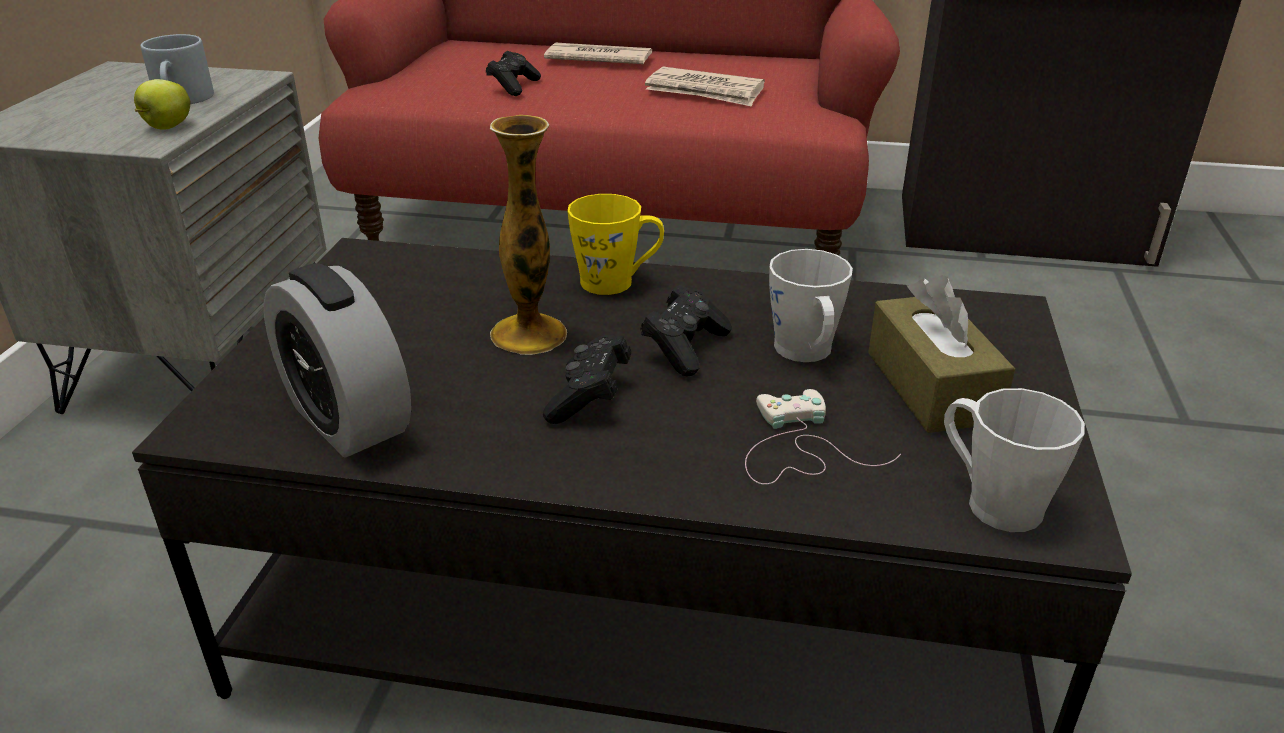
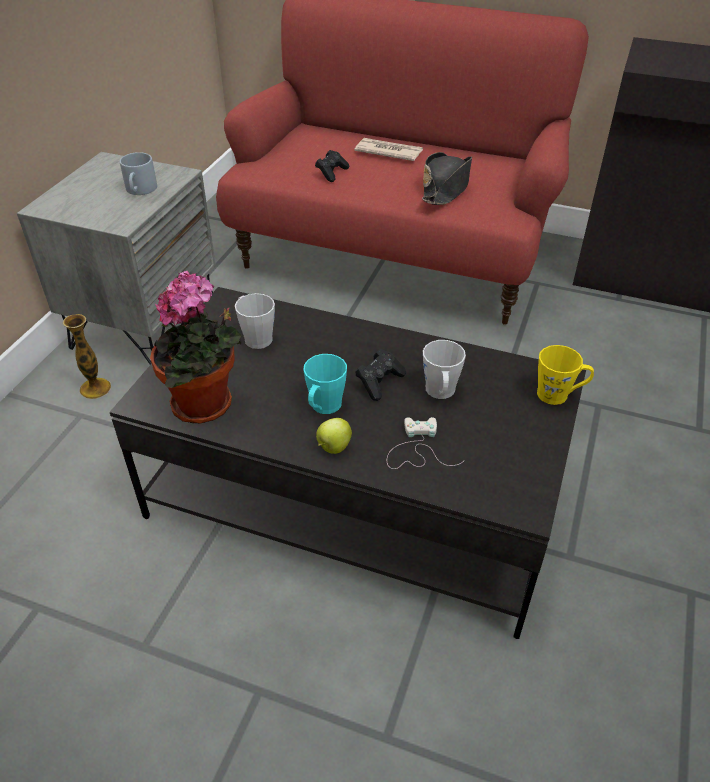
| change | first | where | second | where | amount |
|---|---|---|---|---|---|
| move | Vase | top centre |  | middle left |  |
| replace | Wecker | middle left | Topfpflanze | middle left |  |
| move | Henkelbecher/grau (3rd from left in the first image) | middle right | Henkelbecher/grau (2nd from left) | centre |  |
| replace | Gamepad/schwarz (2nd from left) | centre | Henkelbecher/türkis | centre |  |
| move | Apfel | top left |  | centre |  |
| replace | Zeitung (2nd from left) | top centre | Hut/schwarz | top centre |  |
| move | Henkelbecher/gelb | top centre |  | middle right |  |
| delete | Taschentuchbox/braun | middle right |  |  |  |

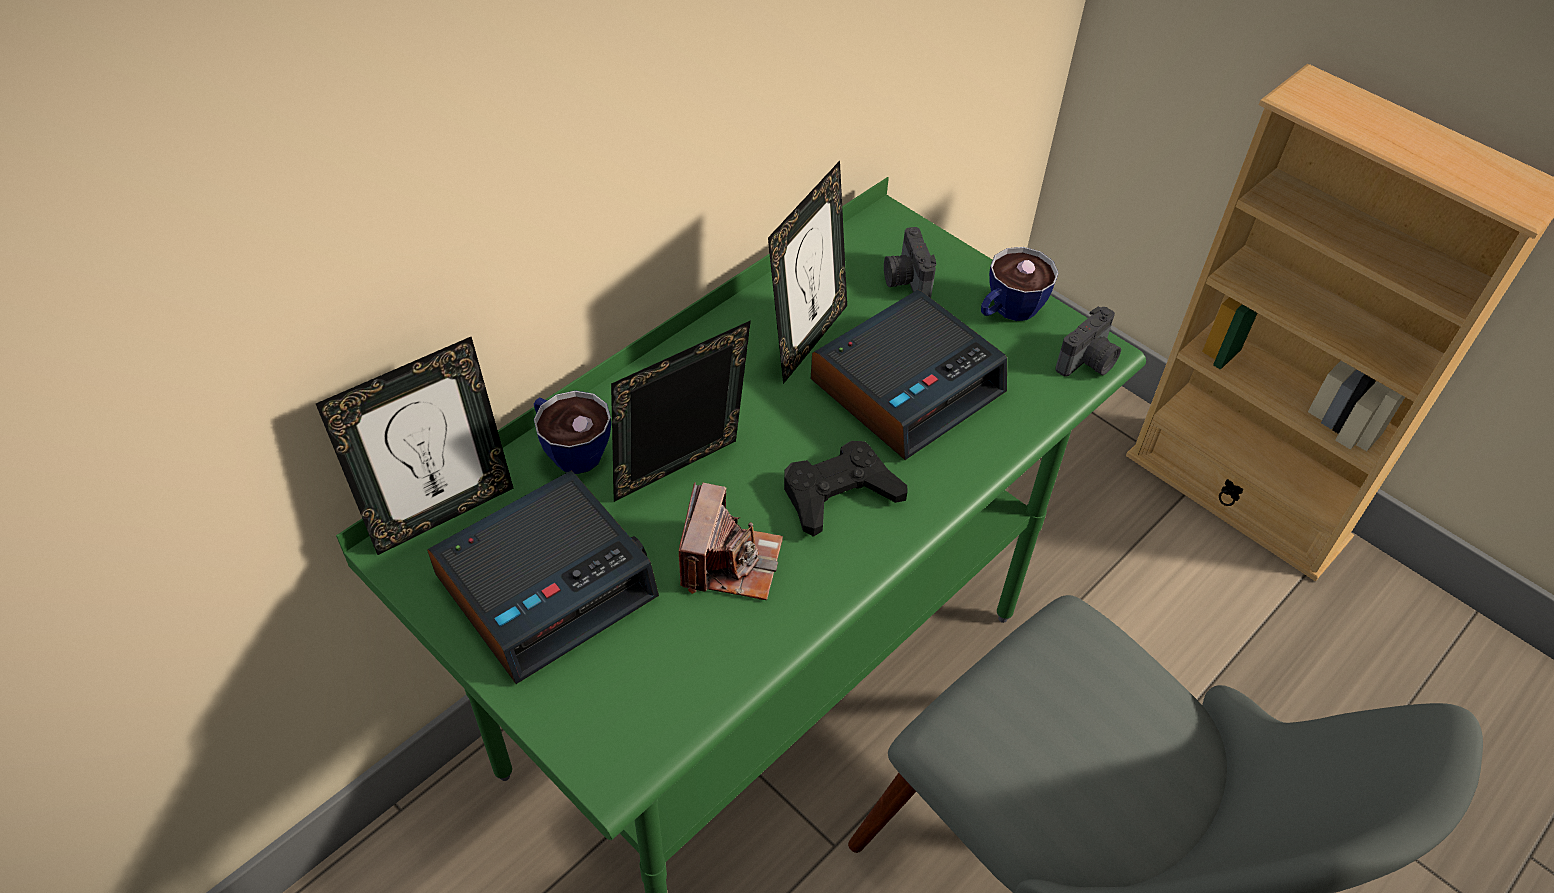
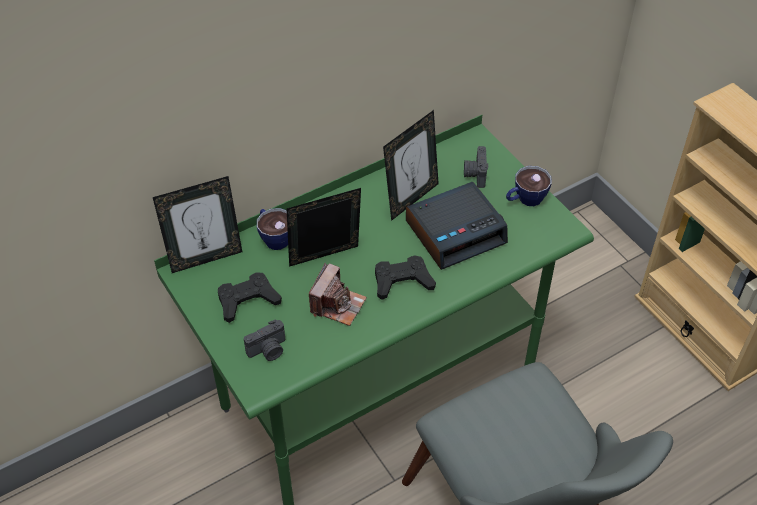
| change | first | where | second | where | amount |
|---|---|---|---|---|---|
| replace | Wecker (1st from left) | centre | Gamepad/schwarz (1st from left) | middle left |  |
| move | Kamera (3rd from left in the first image) | middle right | Kamera (1st from left) | bottom centre |  |

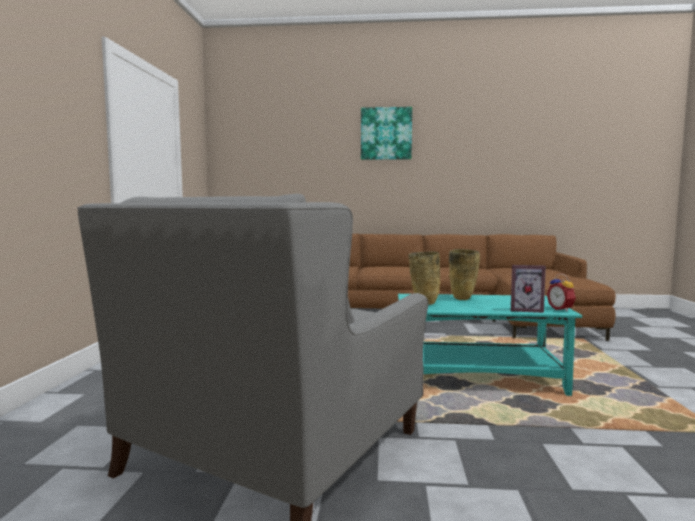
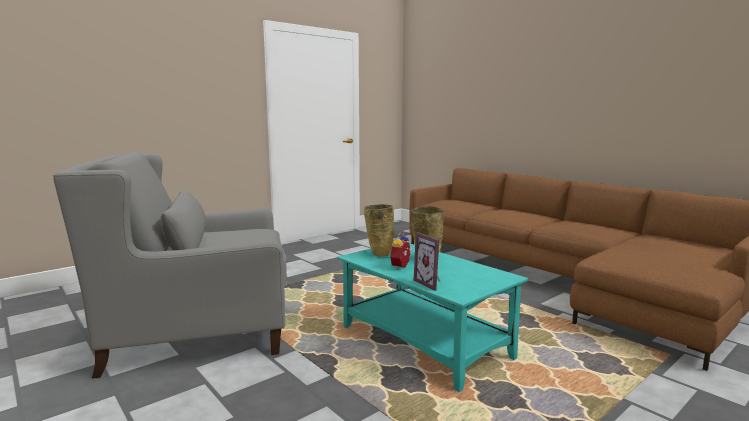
| change | first | where | second | where | amount |
|---|---|---|---|---|---|
| move | Wecker | middle right |  | centre |  |
| delete | Bild | top centre |  |  |  |

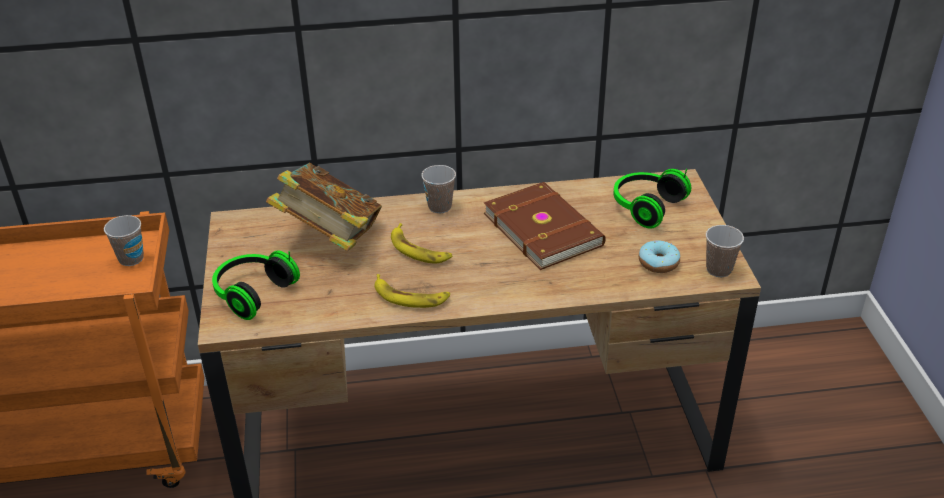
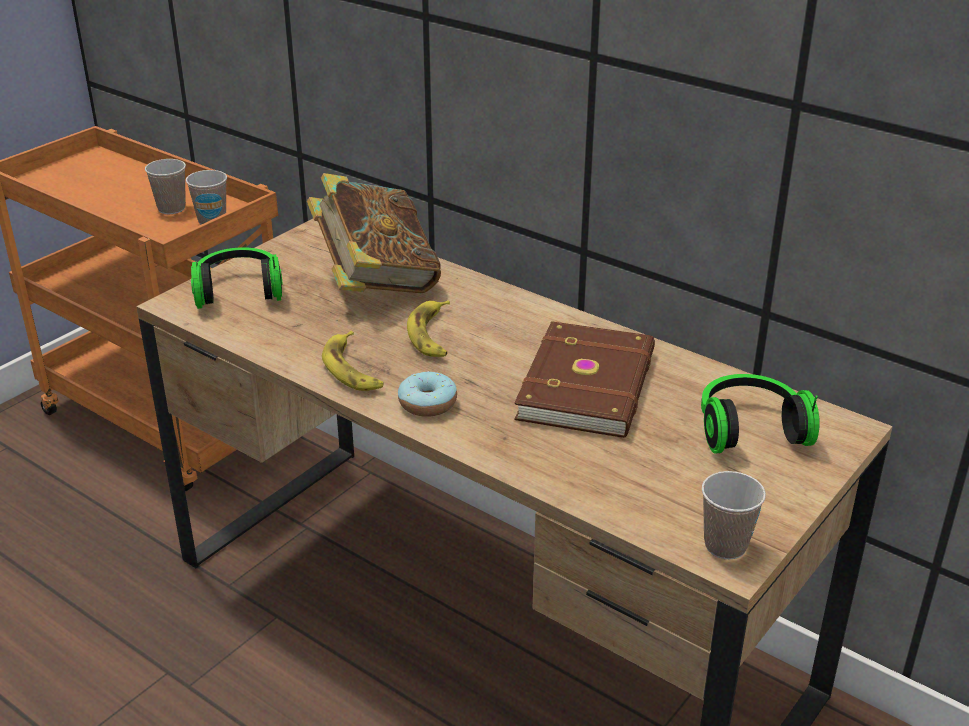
| change | first | where | second | where | amount |
|---|---|---|---|---|---|
| move | Tasse (2nd from left in the first image) | centre | Tasse (1st from left) | top left |  |
| move | Donut | middle right |  | centre |  |

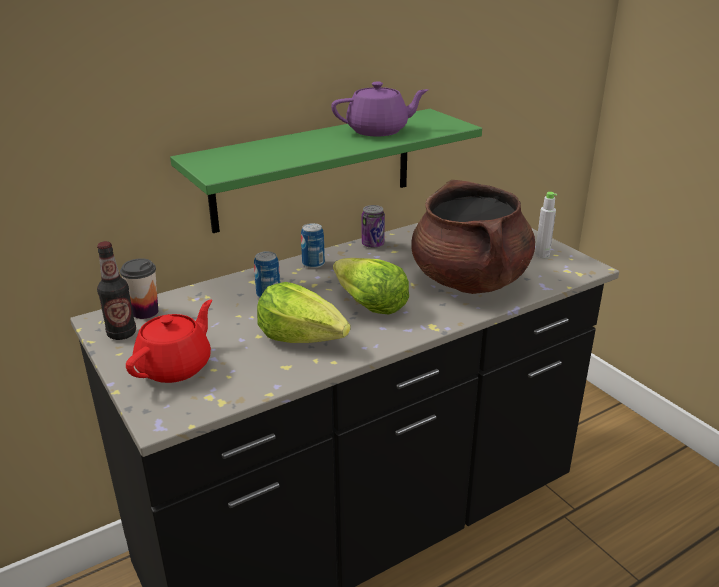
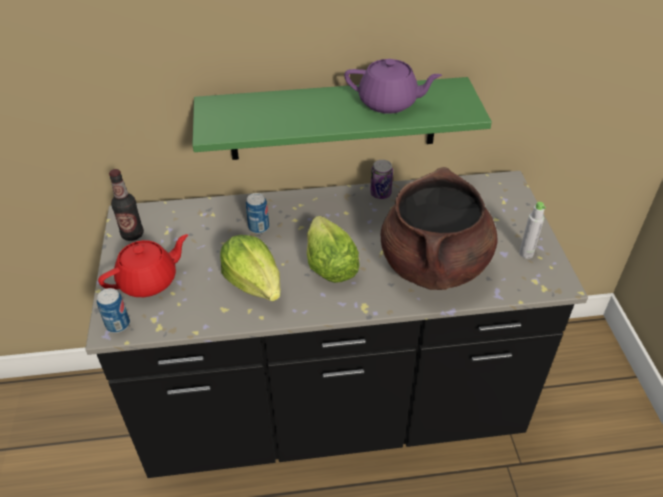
| change | first | where | second | where | amount |
|---|---|---|---|---|---|
| move | Dose (2nd from left in the first image) | centre | Dose (1st from left) | middle left |  |
| delete | Tasse | middle left |  |  |  |

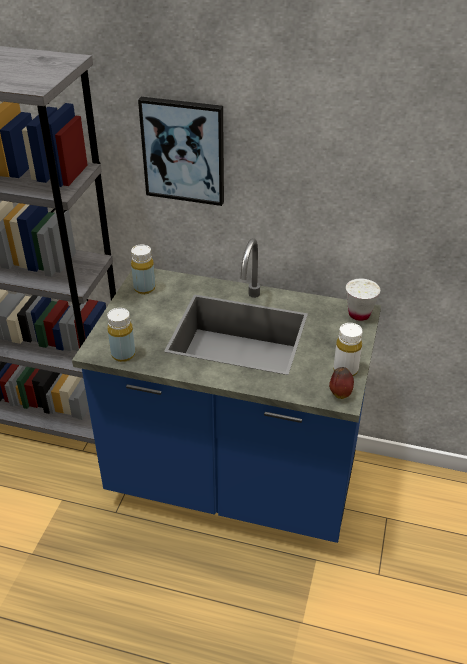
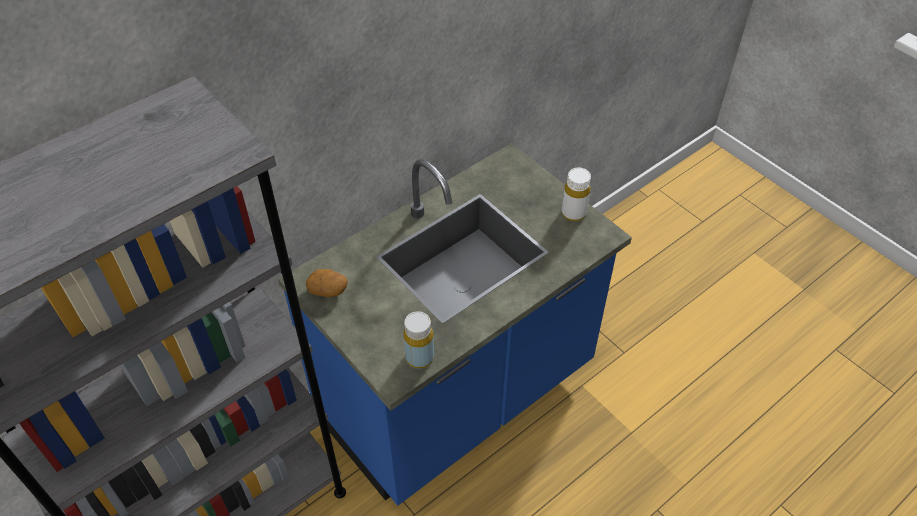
| change | first | where | second | where | amount |
|---|---|---|---|---|---|
| replace | Flasche/gelb (2nd from left) | middle left | Kartoffel | centre |  |
| delete | Bild | top centre |  |  |  |
| delete | Apfel | middle right |  |  |  |
| delete | Tasse/weiß | middle right |  |  |  |

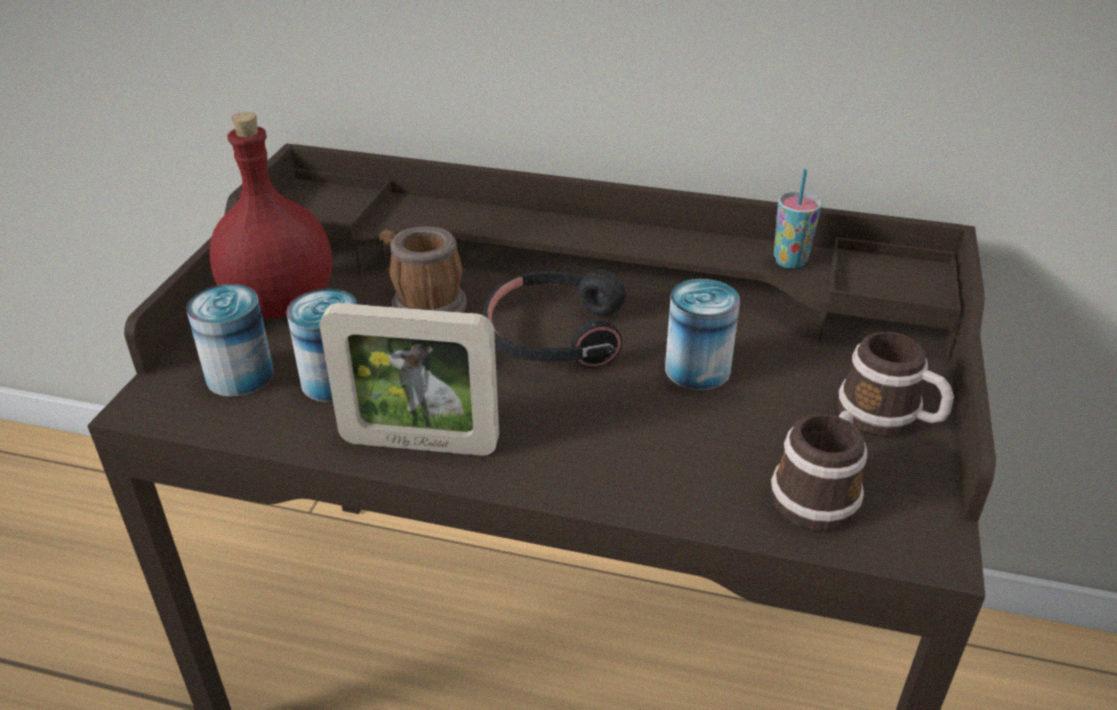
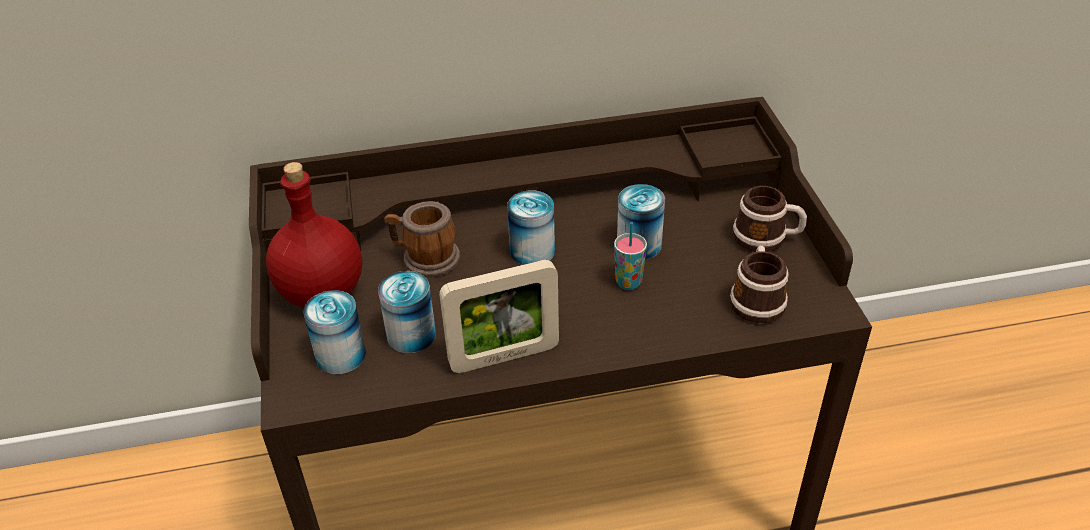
| change | first | where | second | where | amount |
|---|---|---|---|---|---|
| replace | Kopfhörer/schwarz | centre | Dose (3rd from left) | centre |  |
| move | Tasse | top right |  | centre |  |

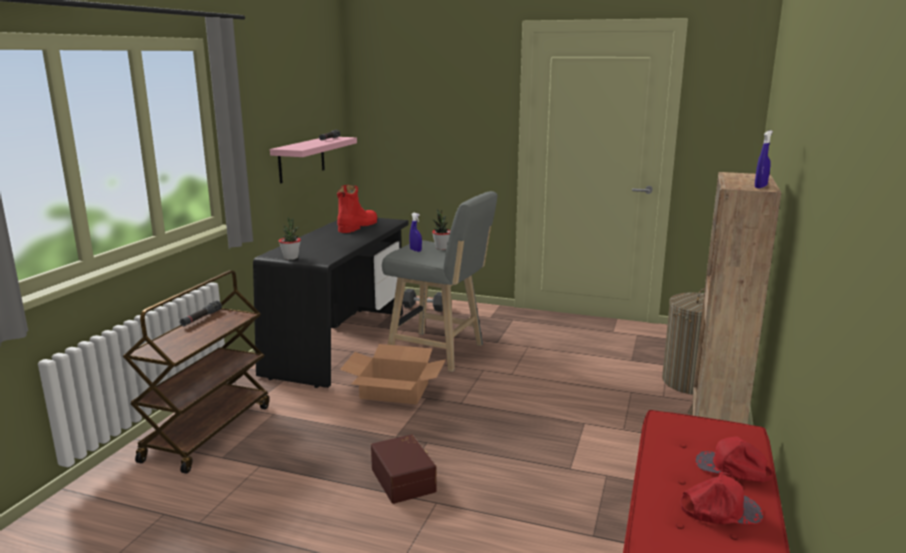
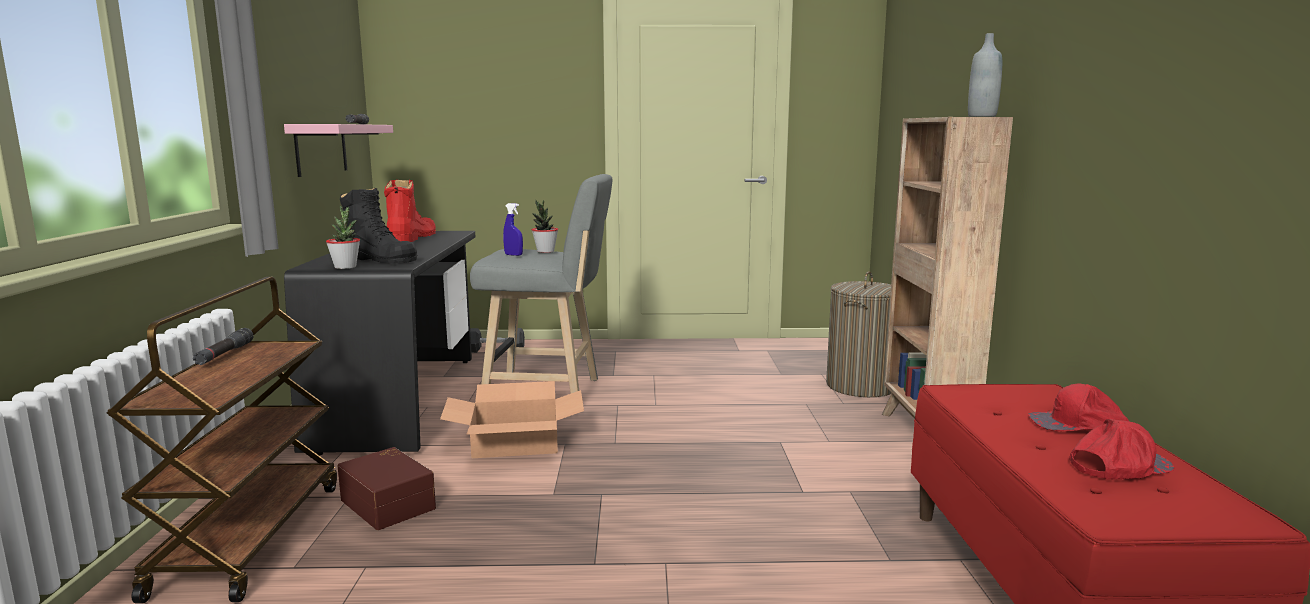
| change | first | where | second | where | amount |
|---|---|---|---|---|---|
| move | Aufbewahrungsbox/braun | bottom centre |  | bottom left |  |
| insert |  |  | Stiefel/schwarz | middle left |  |
| replace | Sprühflasche/blau (2nd from left) | top right | Flasche/grau | top right |  |

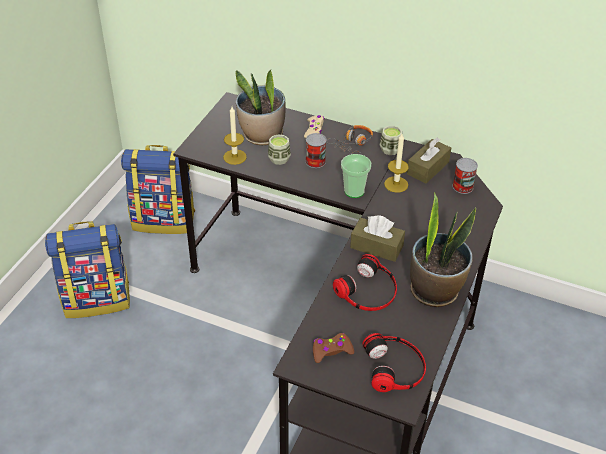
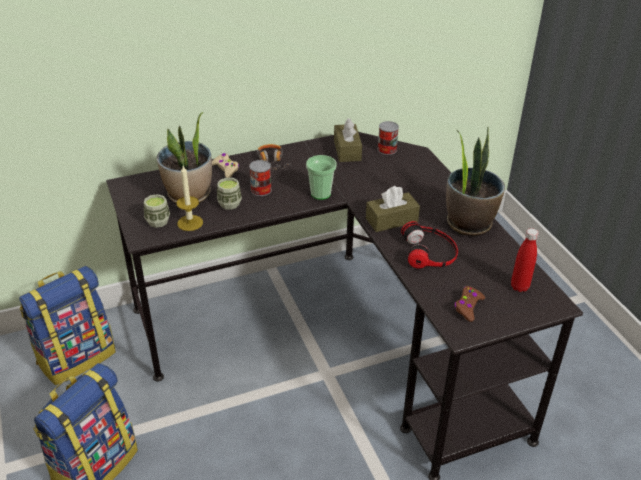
| change | first | where | second | where | amount |
|---|---|---|---|---|---|
| move | Tasse (3rd from left in the first image) | top centre | Tasse (1st from left) | middle left |  |
| replace | Kopfhörer (3rd from left) | bottom centre | Flasche/rot | middle right |  |
| delete | Kerze (2nd from left) | centre |  |  |  |

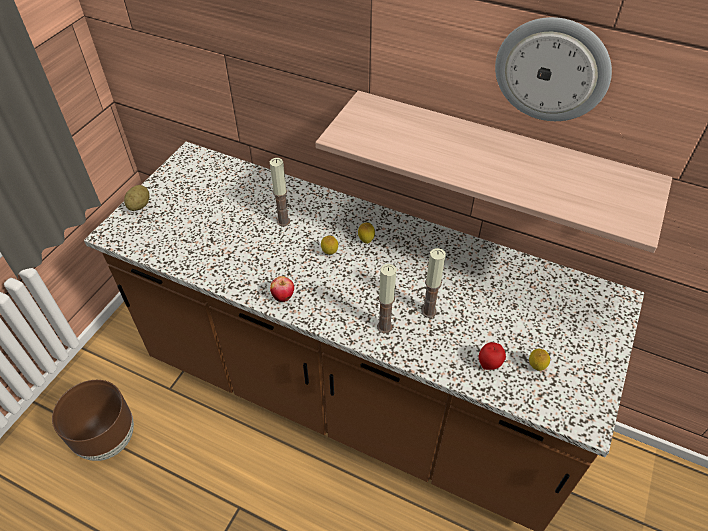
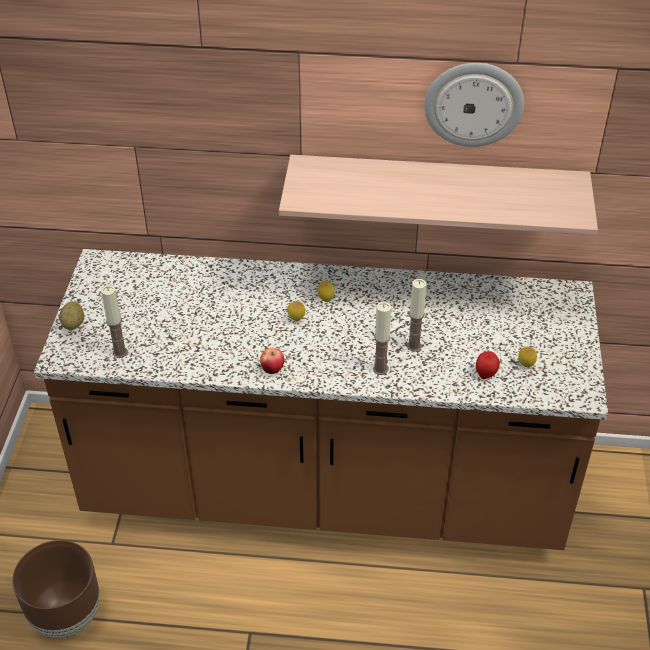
| change | first | where | second | where | amount |
|---|---|---|---|---|---|
| move | Kerze (1st from left) | centre |  | middle left |  |

